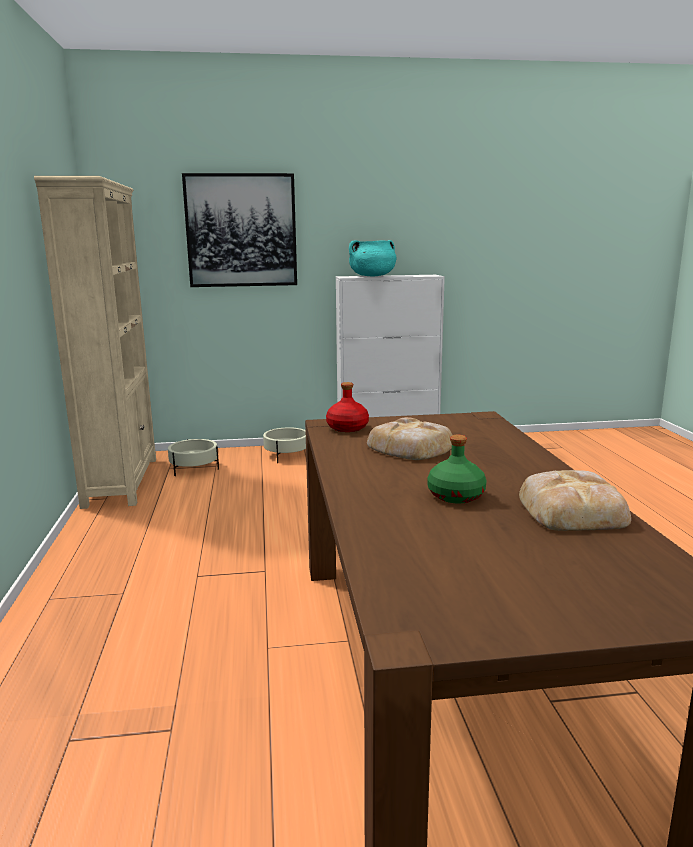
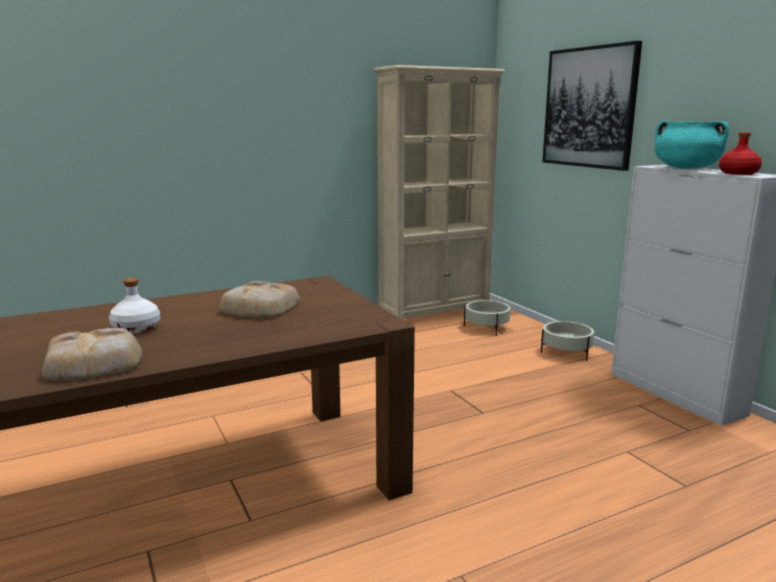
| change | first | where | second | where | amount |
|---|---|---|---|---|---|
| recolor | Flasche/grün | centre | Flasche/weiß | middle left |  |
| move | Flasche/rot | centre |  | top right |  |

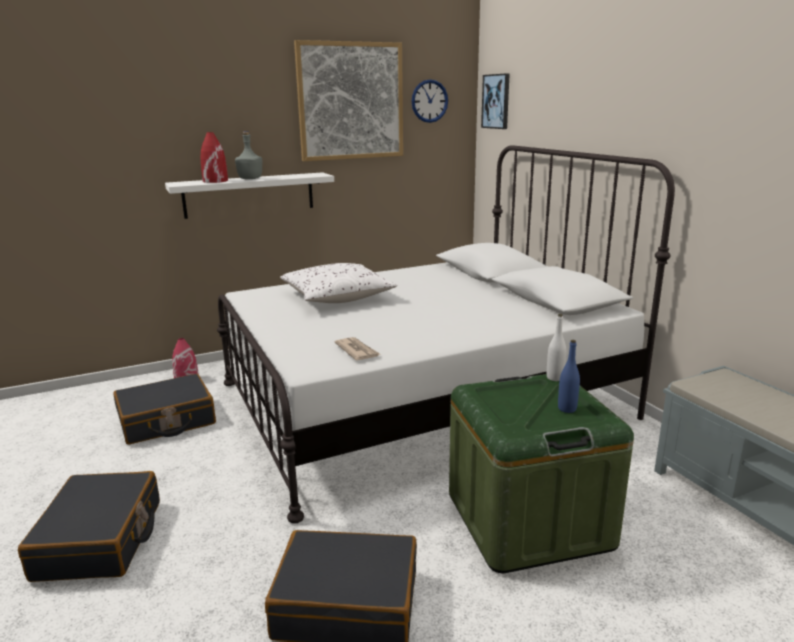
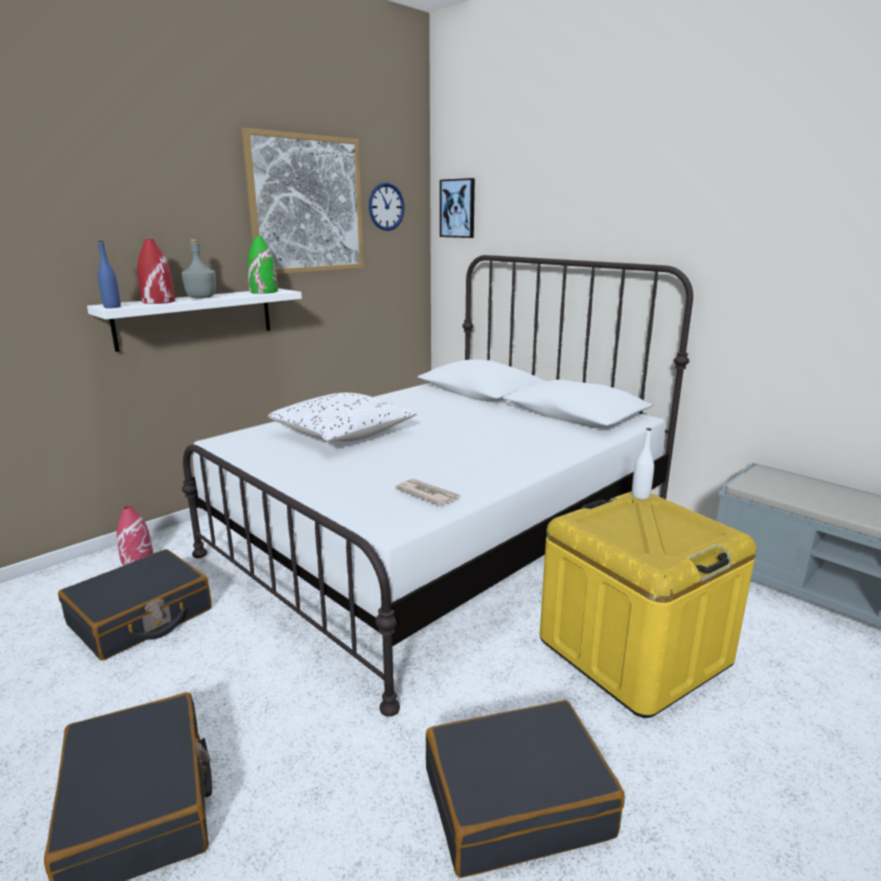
| change | first | where | second | where | amount |
|---|---|---|---|---|---|
| move | Flasche/blau | middle right |  | top left |  |
| insert |  |  | Vase/grün | top left |  |
| recolor | Aufbewahrungsbox/grün | bottom right | Aufbewahrungsbox/gelb | bottom right |  |

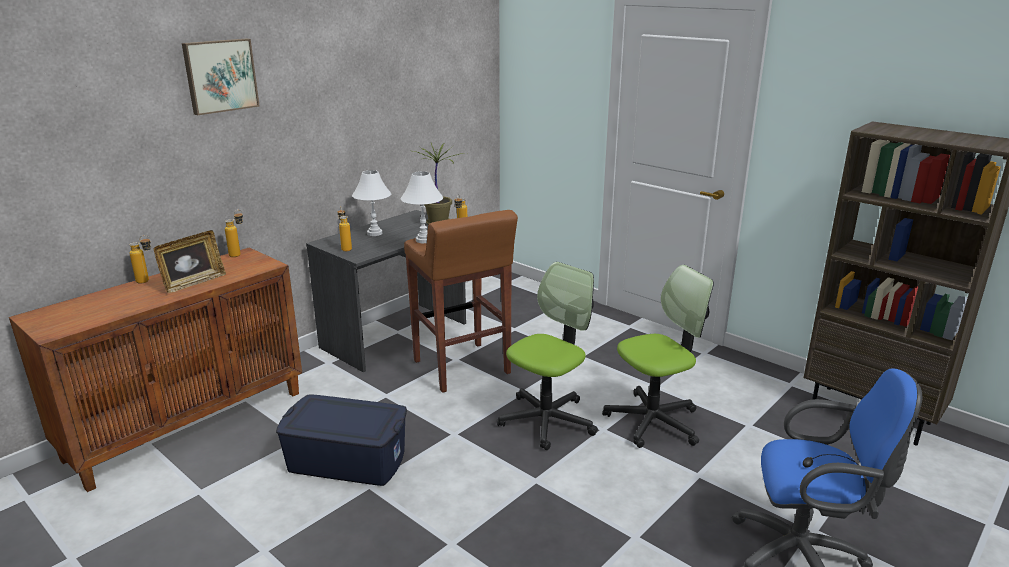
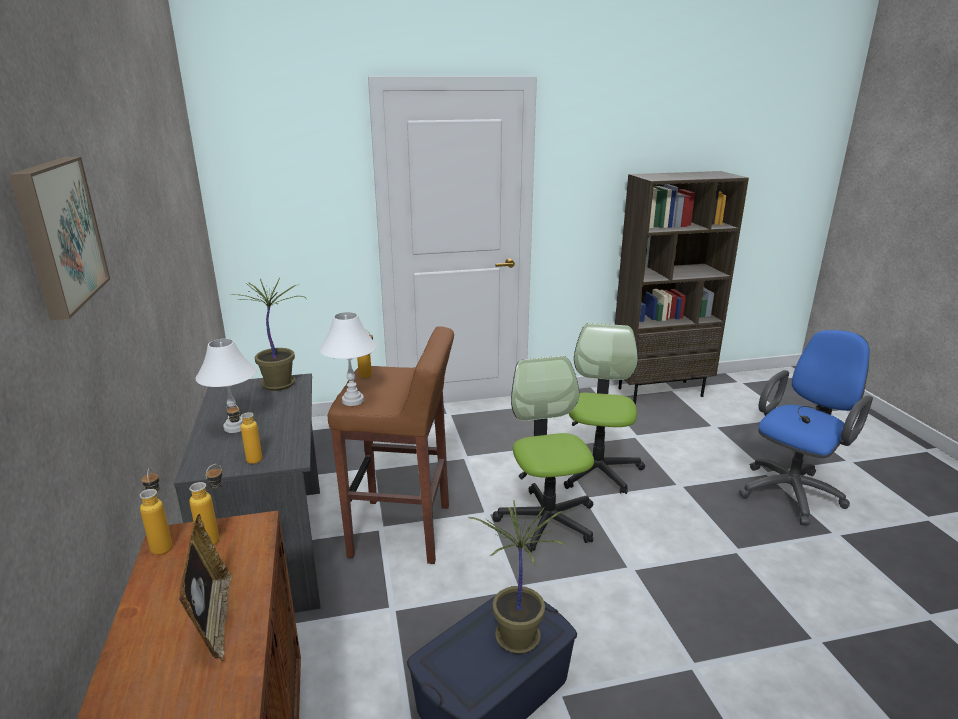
| change | first | where | second | where | amount |
|---|---|---|---|---|---|
| move | Flasche (1st from left in the first image) | middle left | Flasche (2nd from left) | bottom left |  |
| insert |  |  | Topfpflanze (2nd from left) | bottom centre |  |

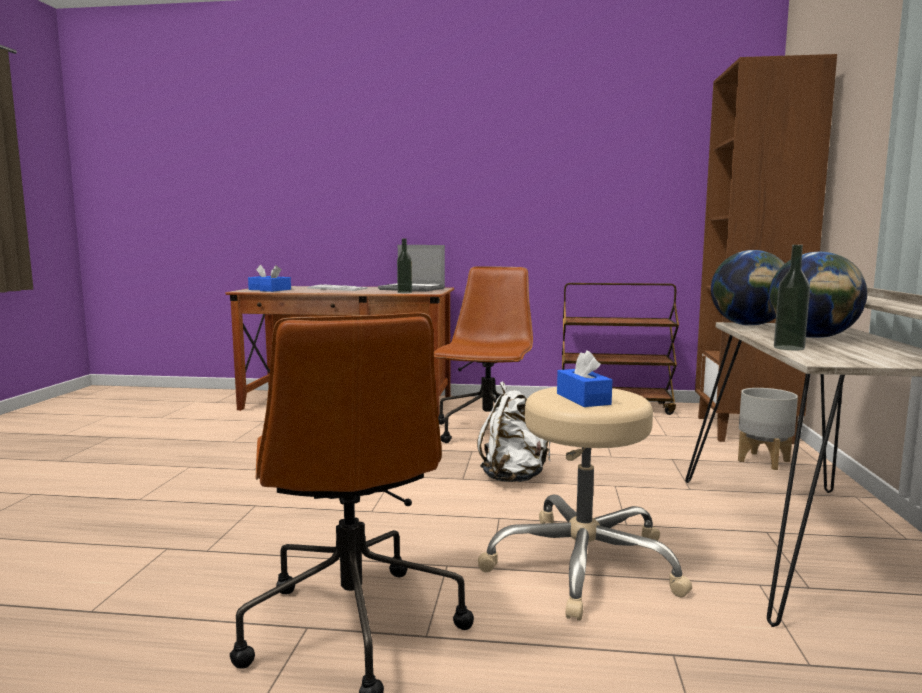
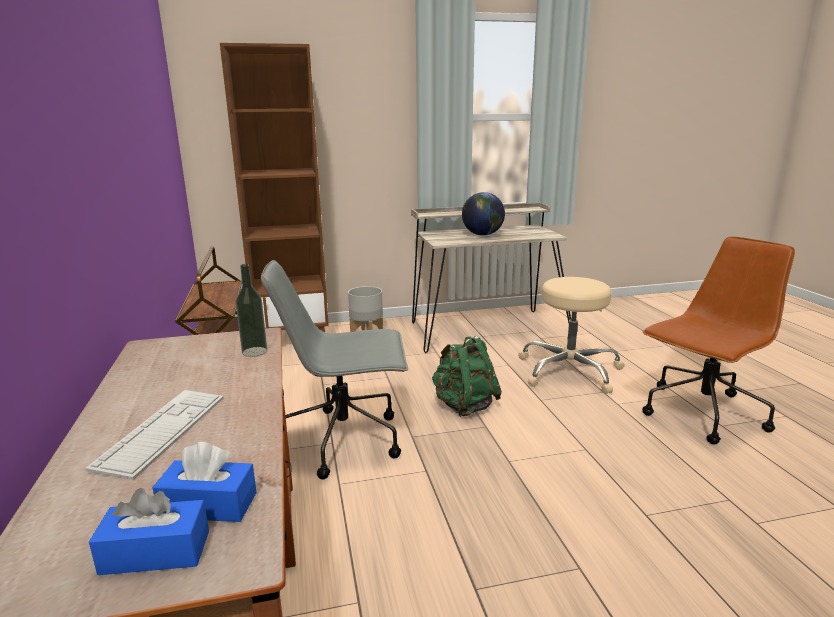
| change | first | where | second | where | amount |
|---|---|---|---|---|---|
| recolor | Bürostuhl/braun (2nd from left) | centre | Bürostuhl/grau | centre |  |
| recolor | Rucksack/weiß | centre | Rucksack/grün | centre |  |
| delete | Laptop | centre |  |  |  |
| delete | Taschentuchbox/blau (3rd from left) | centre |  |  |  |
| delete | Globus (1st from left) | middle right |  |  |  |
| delete | Flasche (2nd from left) | middle right |  |  |  |

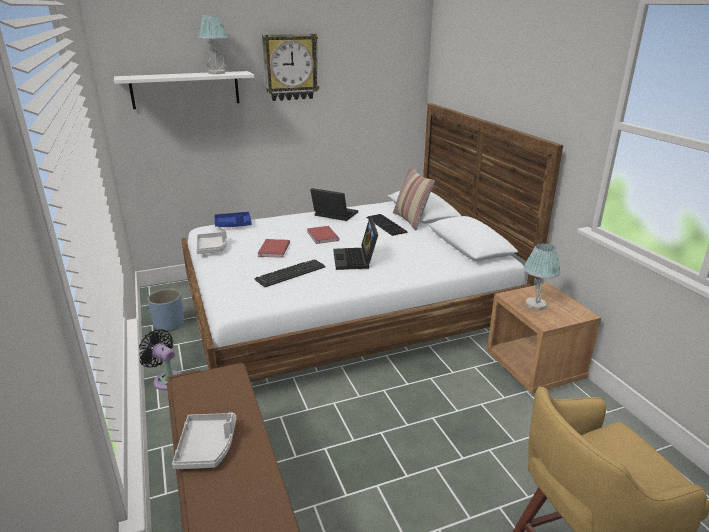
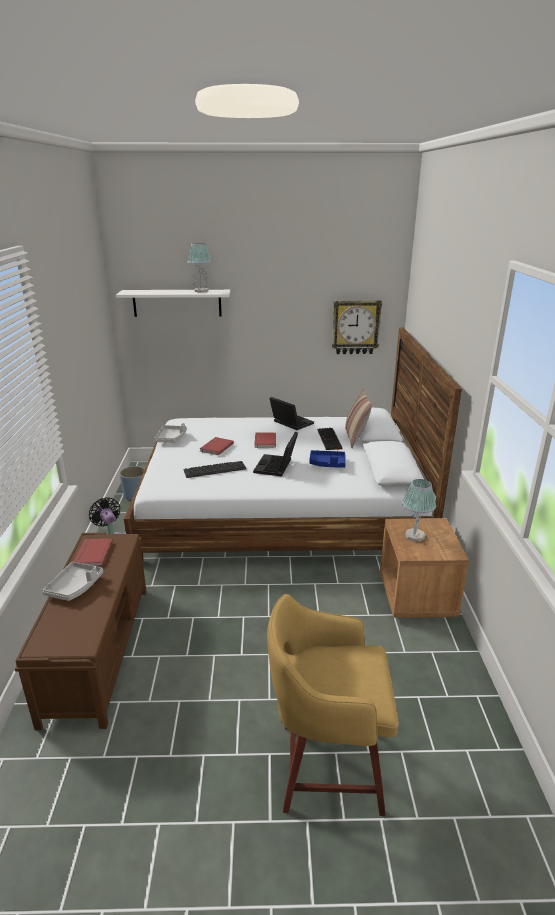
| change | first | where | second | where | amount |
|---|---|---|---|---|---|
| insert |  |  | Buch/rot (1st from left) | middle left |  |
| move | Tablett/blau | middle left |  | centre |  |
| move | Wanduhr | top centre |  | centre |  |

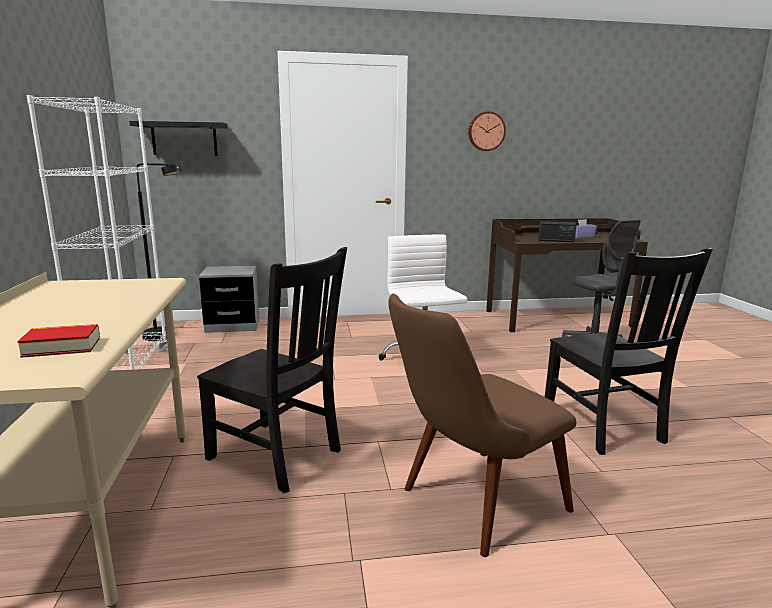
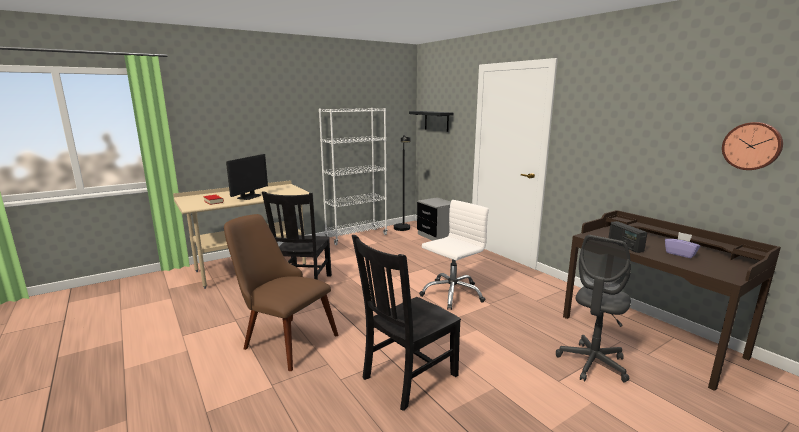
| change | first | where | second | where | amount |
|---|---|---|---|---|---|
| insert |  |  | Monitor | middle left |  |
| move | Wanduhr | top centre |  | middle right |  |

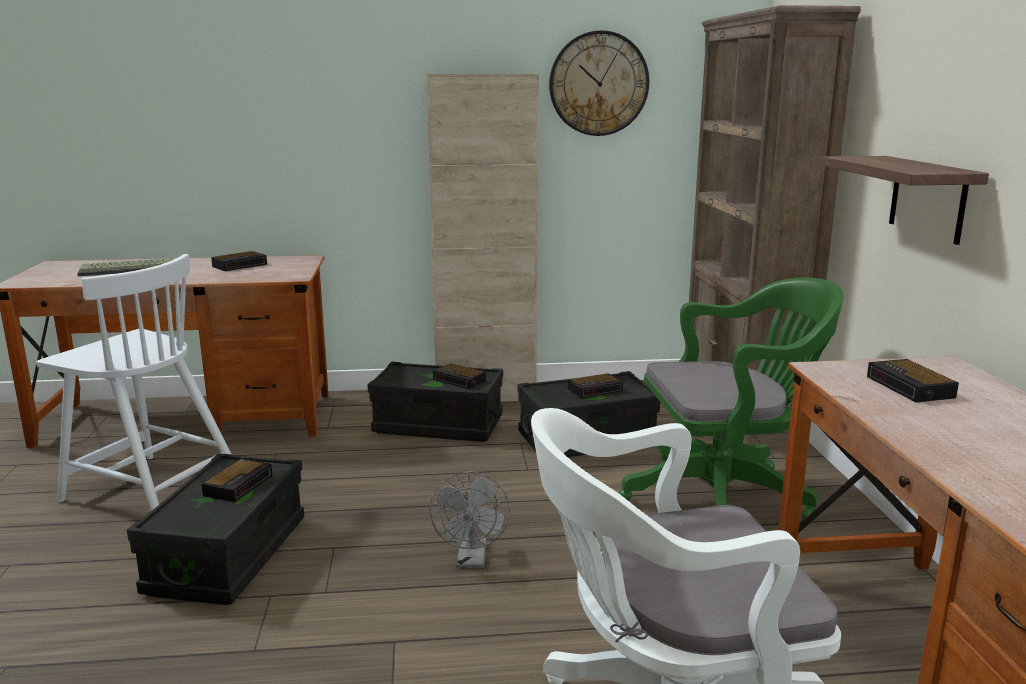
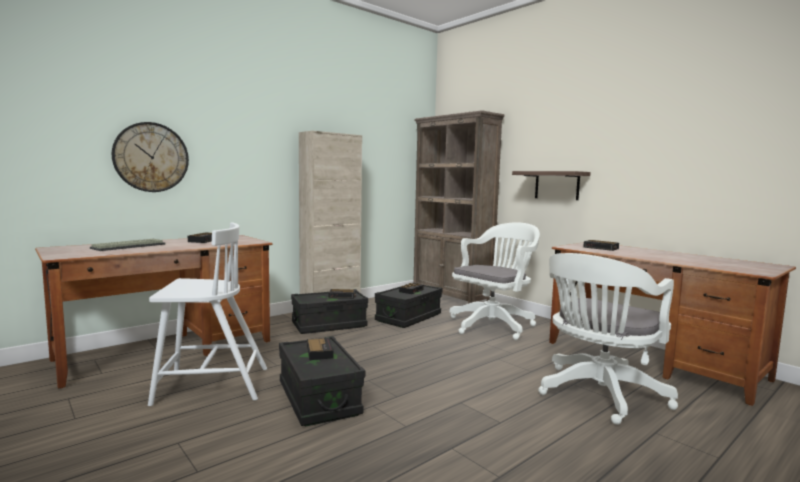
| change | first | where | second | where | amount |
|---|---|---|---|---|---|
| move | Wanduhr | top centre |  | top left |  |
| recolor | Bürostuhl/grün | middle right | Bürostuhl/weiß (1st from left) | centre |  |
| delete | Ventilator/grau | bottom centre |  |  |  |

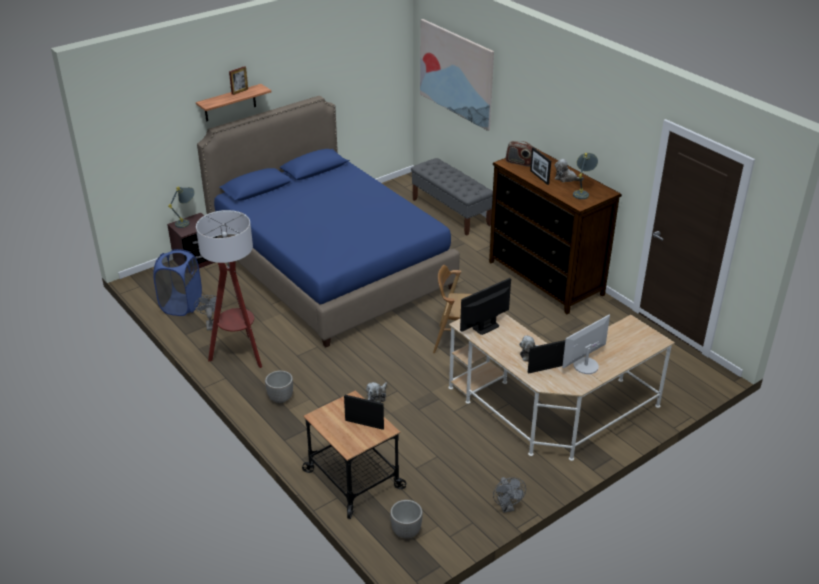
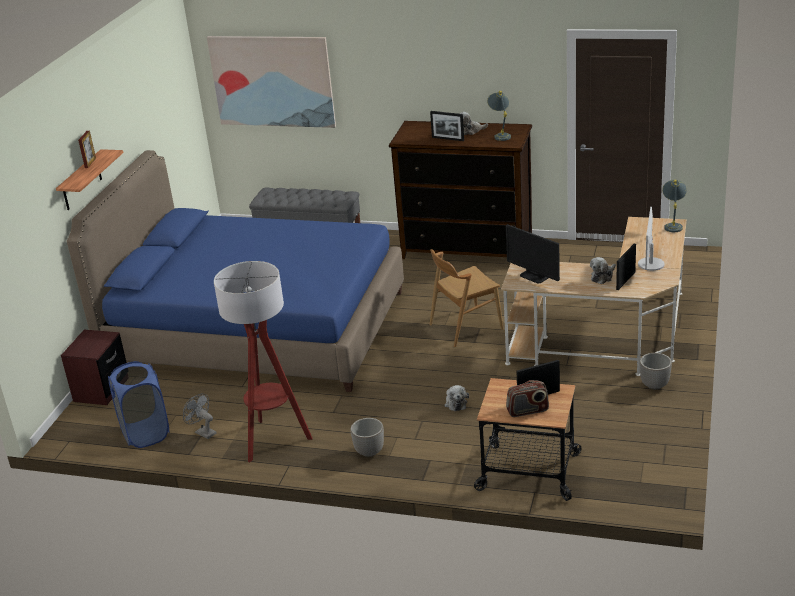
| change | first | where | second | where | amount |
|---|---|---|---|---|---|
| rotate | Monitor (1st from left) | centre |  | middle right | 60 degrees counterclockwise |
| move | Radio | top centre |  | bottom centre |  |
| move | Pflanzkübel (2nd from left) | bottom centre |  | middle right |  |
| move | Tischlampe/grau (1st from left in the first image) | middle left | Tischlampe/grau (2nd from left) | middle right |  |
| delete | Ventilator/grau (2nd from left) | bottom centre |  |  |  |

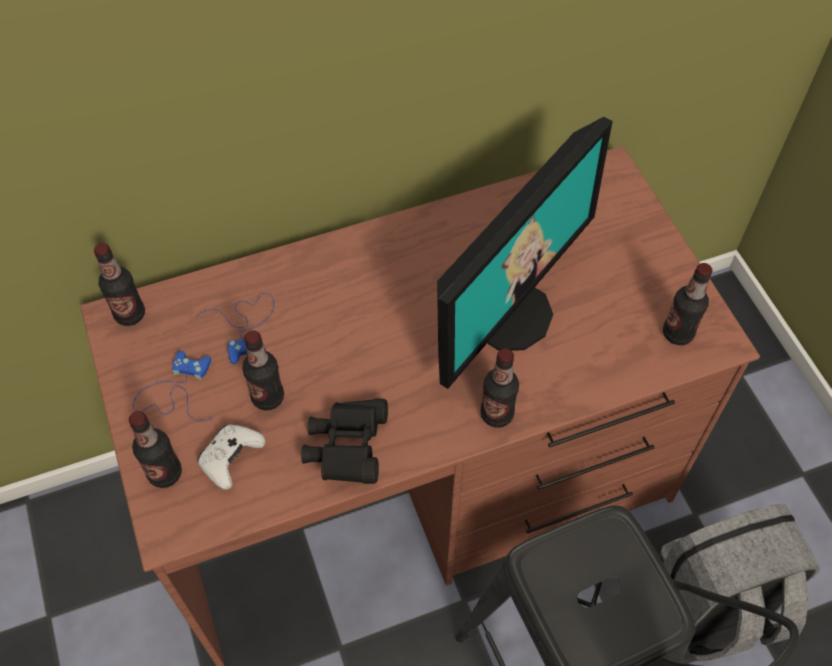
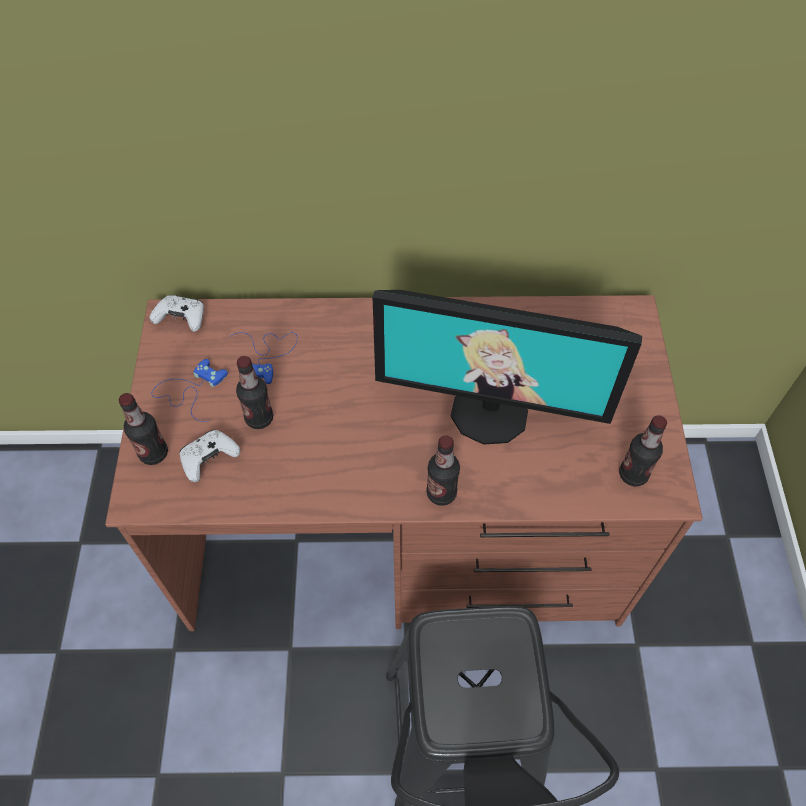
| change | first | where | second | where | amount |
|---|---|---|---|---|---|
| replace | Flasche (1st from left) | middle left | Gamepad/weiß (1st from left) | middle left |  |
| rotate | Monitor | centre |  | centre | 45 degrees clockwise |
| delete | Fernglas/schwarz | centre |  |  |  |
| delete | Rucksack/grau | bottom right |  |  |  |

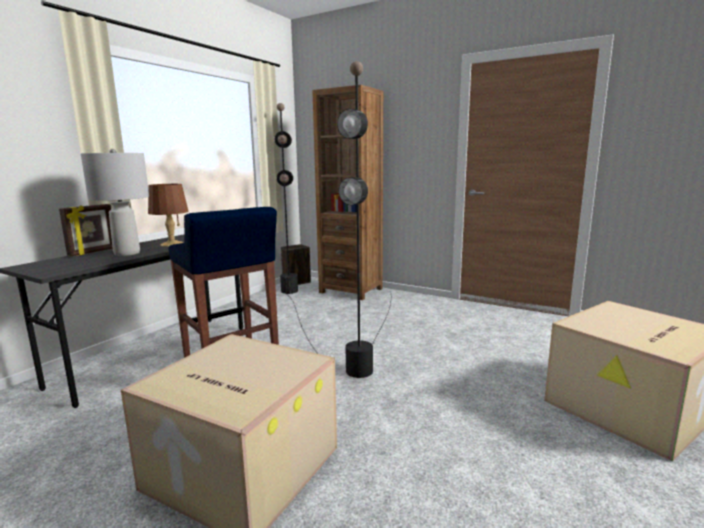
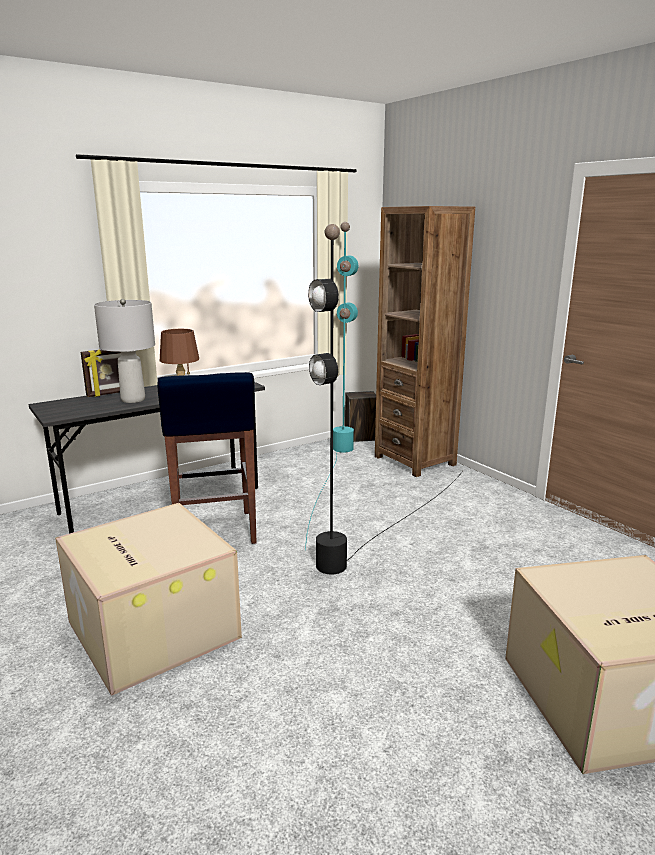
| change | first | where | second | where | amount |
|---|---|---|---|---|---|
| recolor | Stehlampe/schwarz (1st from left) | centre | Stehlampe/türkis | centre |  |

